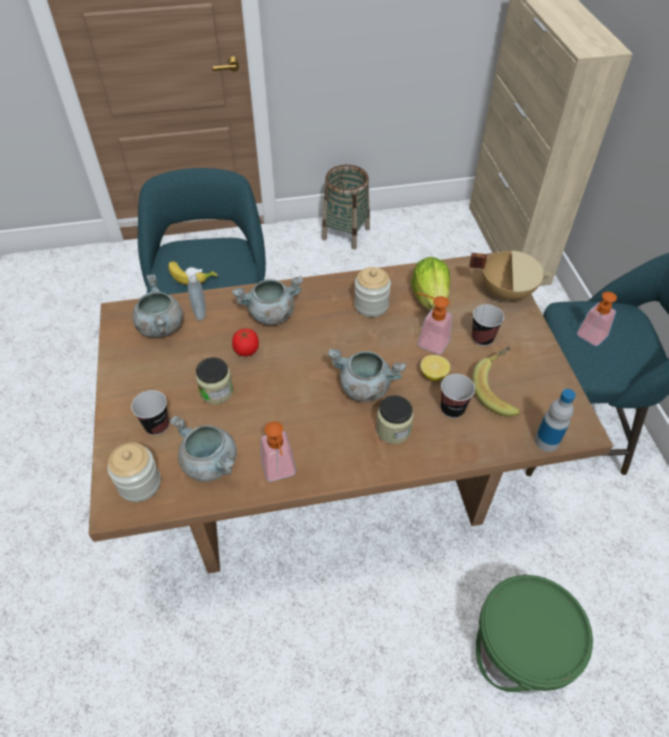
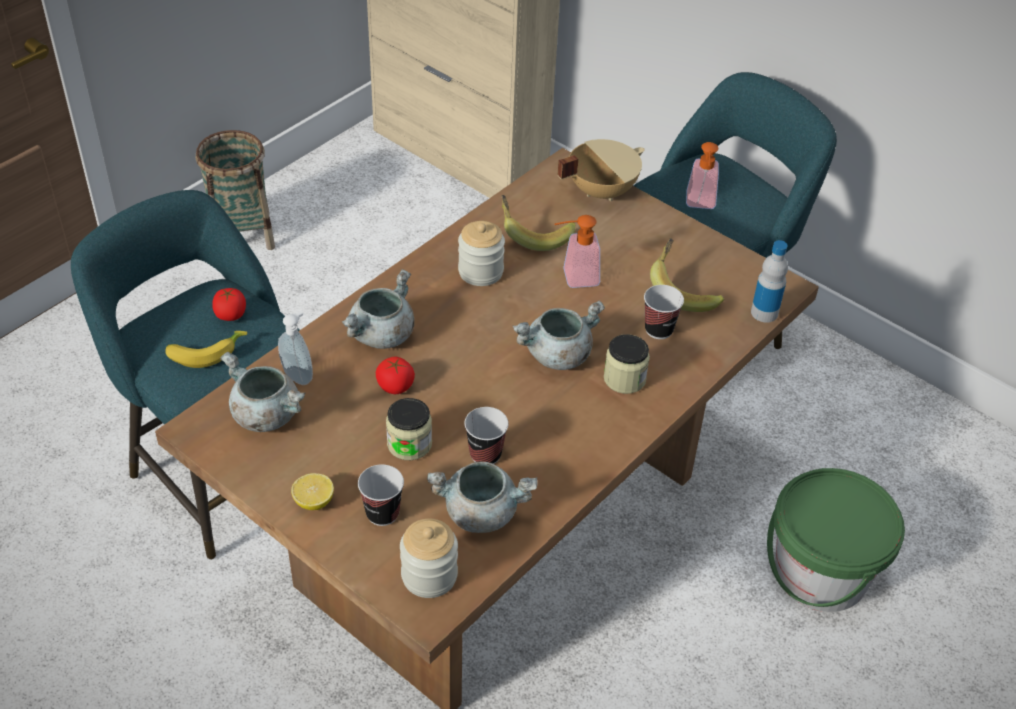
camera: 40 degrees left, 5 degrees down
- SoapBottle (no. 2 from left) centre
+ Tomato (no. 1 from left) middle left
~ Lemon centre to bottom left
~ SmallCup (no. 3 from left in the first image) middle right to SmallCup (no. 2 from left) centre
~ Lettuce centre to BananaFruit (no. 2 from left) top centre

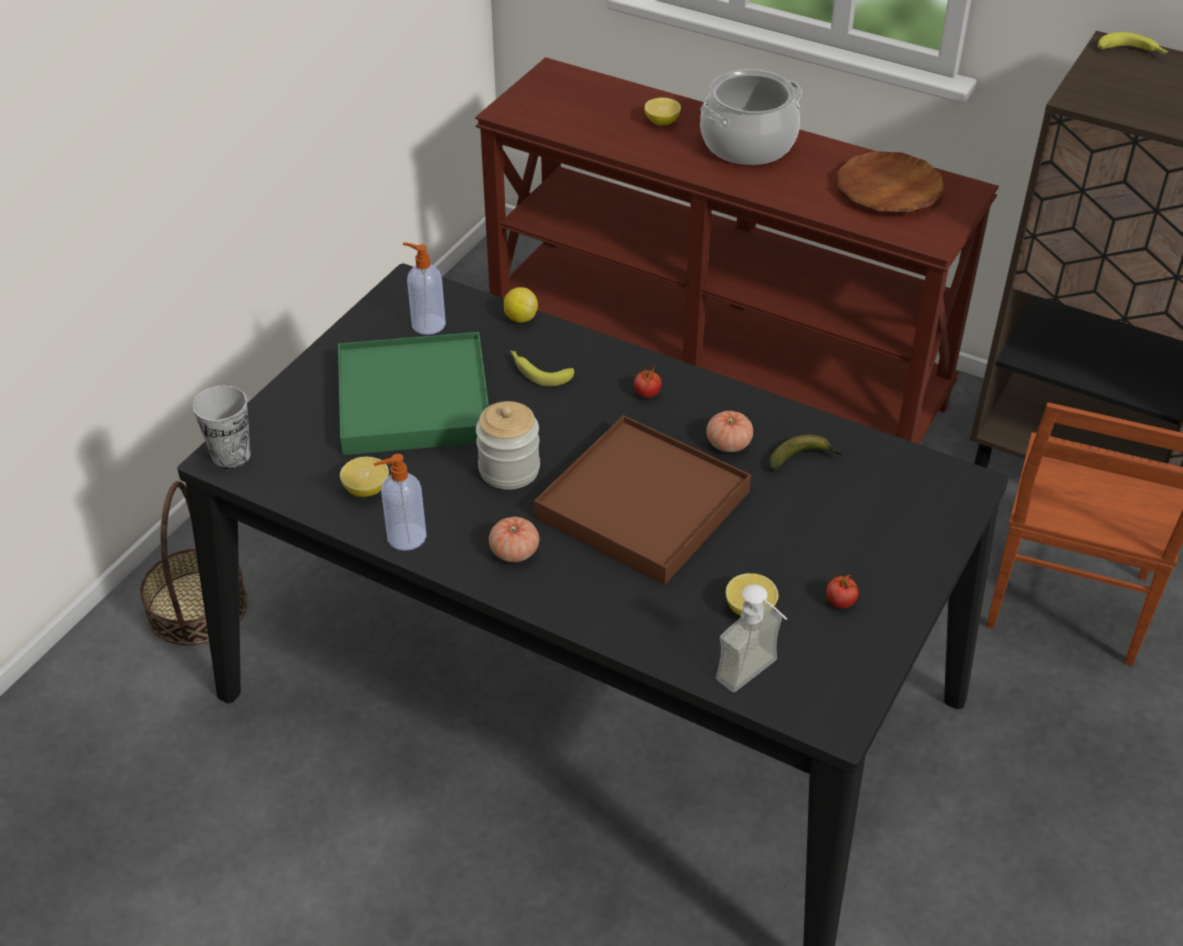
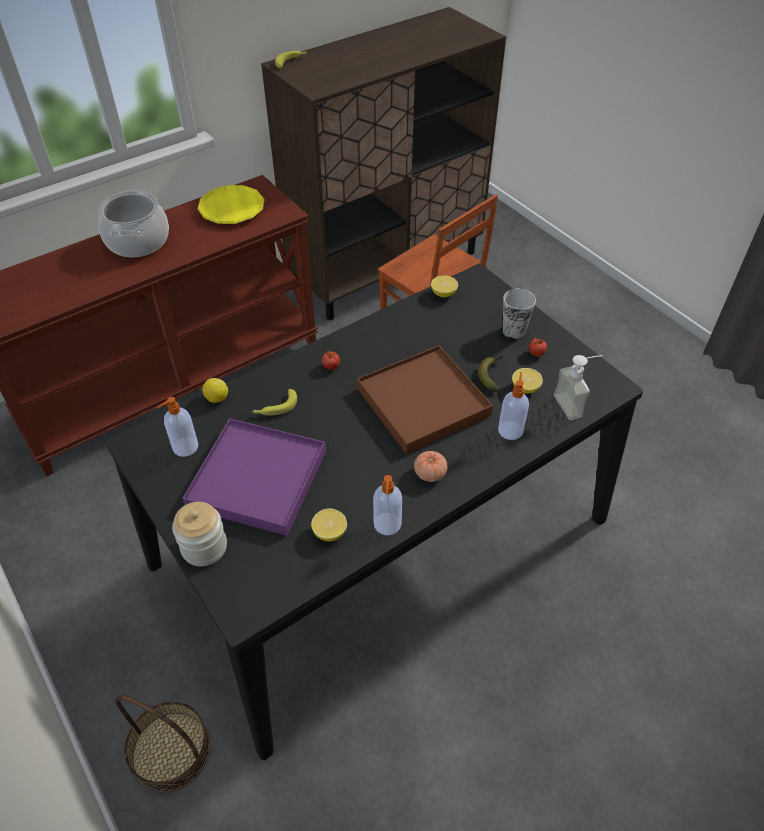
camera: 65 degrees left, 5 degrees up
- Tomato (no. 3 from left) centre
+ SoapBottle (no. 3 from left) middle right
~ SmallCup middle left to middle right
~ StorageJar centre to middle left
~ Lemon (no. 3 from left) top centre to centre
~ BananaFruit (no. 2 from left in the first image) middle right to BananaFruit (no. 3 from left) centre
~ GreenishCarryingTray centre to PurpleCarryingTray middle left
~ BrownFlatDish top right to YellowishFlatDish top left

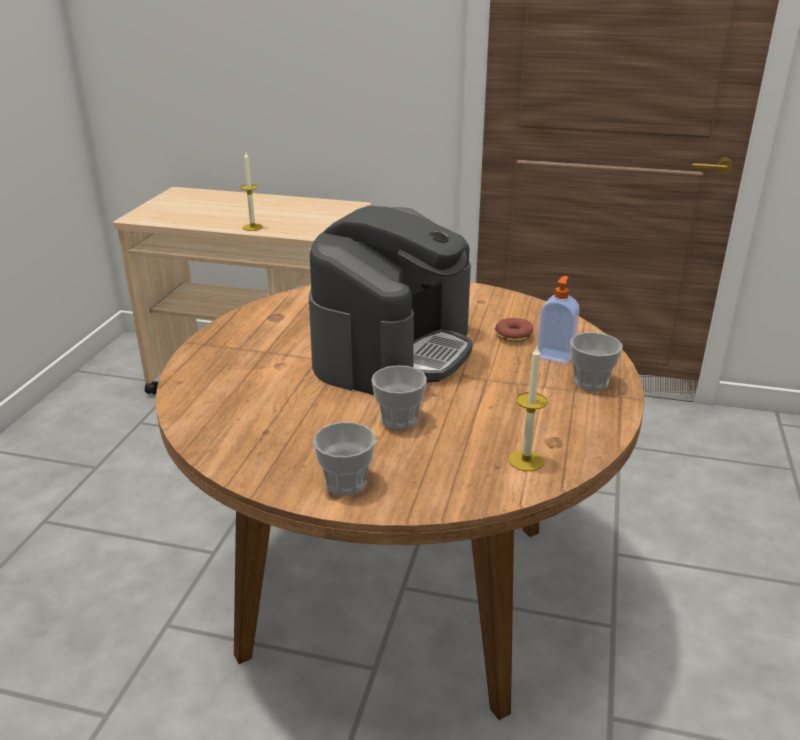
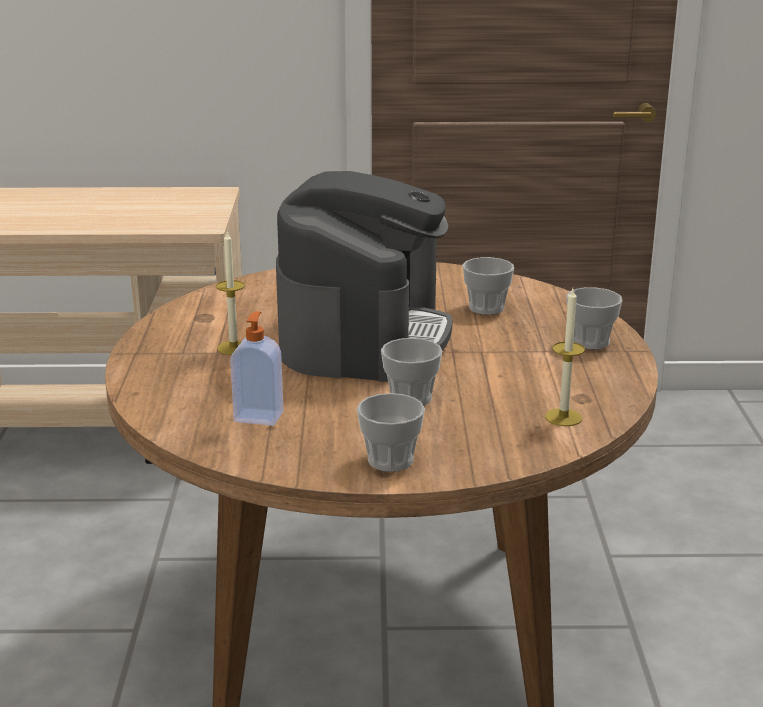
camera: 15 degrees left, 5 degrees down
~ WaxCandle (no. 1 from left) top left to middle left
~ SoapBottle middle right to centre
~ Donut centre to SmallCup (no. 3 from left) centre

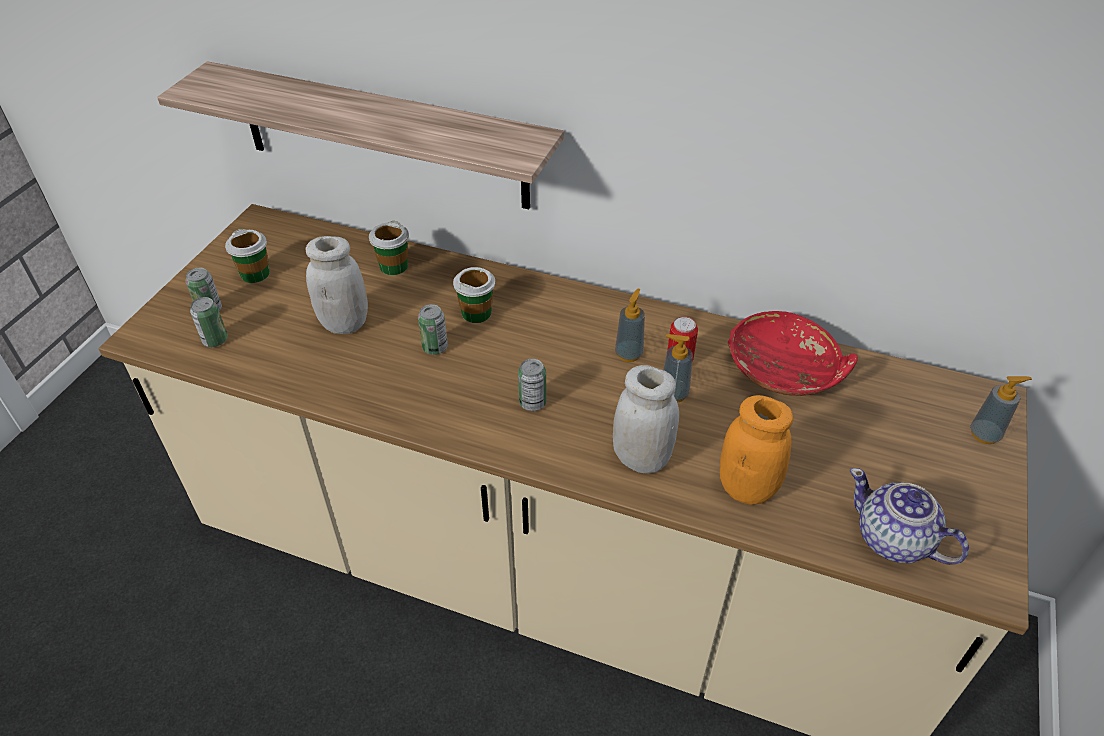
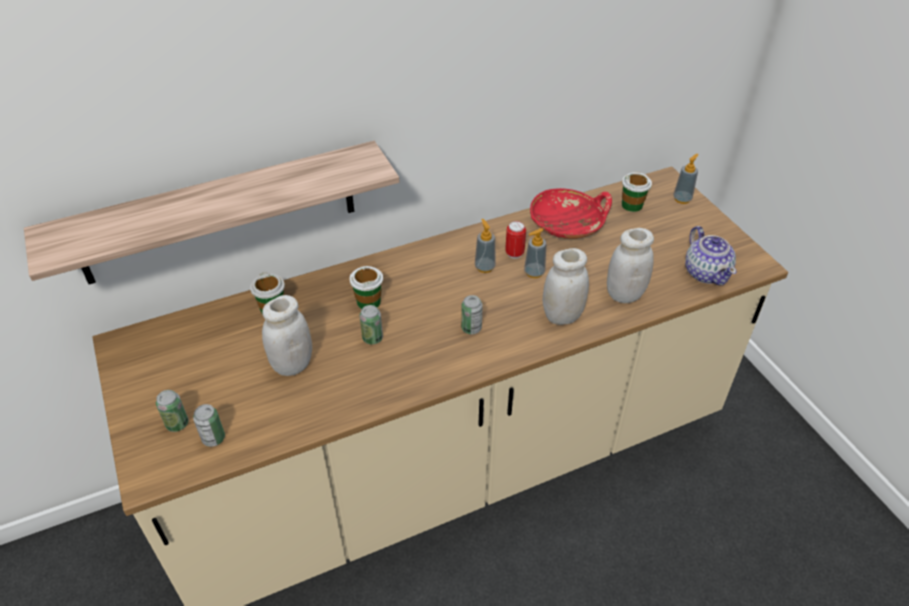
camera: 45 degrees left, 0 degrees up
~ SmallCup (no. 1 from left in the first image) middle left to SmallCup (no. 3 from left) top right
~ OrangeyStorageJar middle right to WhiteColouredStorageJar (no. 3 from left) middle right
~ Teapot bottom right = middle right 105 degrees counterclockwise

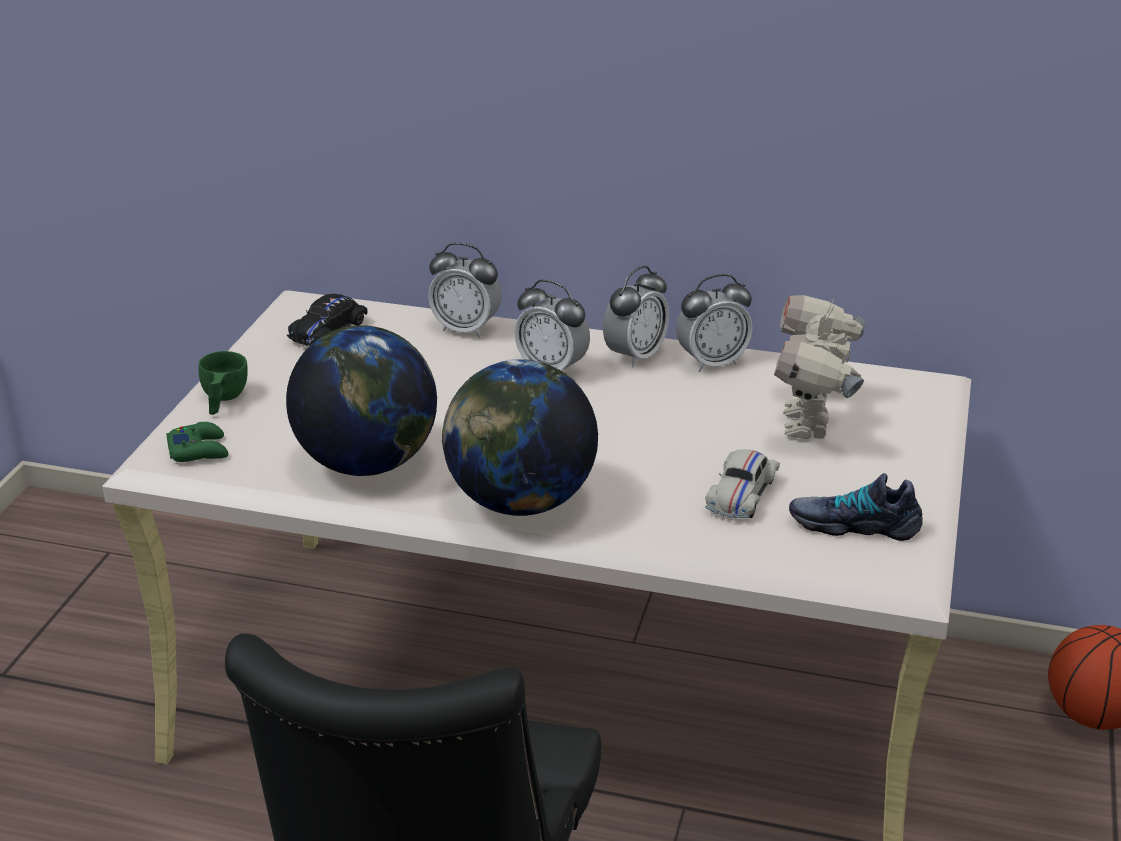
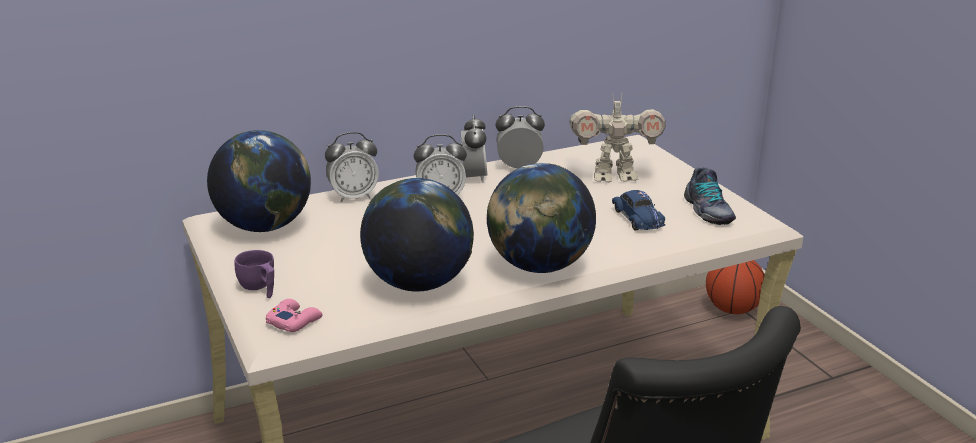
camera: 40 degrees left, 5 degrees down
~ BlackMiniatureCar middle left to DeskGlobe (no. 1 from left) middle left
~ GreenishGameController middle left to PinkGameController bottom left
~ GreenishSmallCup middle left to PurpleSmallCup middle left
~ WhiteColouredMiniatureCar centre to BlueMiniatureCar centre
~ BedsideClock (no. 4 from left) centre = top centre 120 degrees counterclockwise
~ ModelRobot middle right = top centre 60 degrees counterclockwise
~ Shoe middle right = middle right 75 degrees counterclockwise

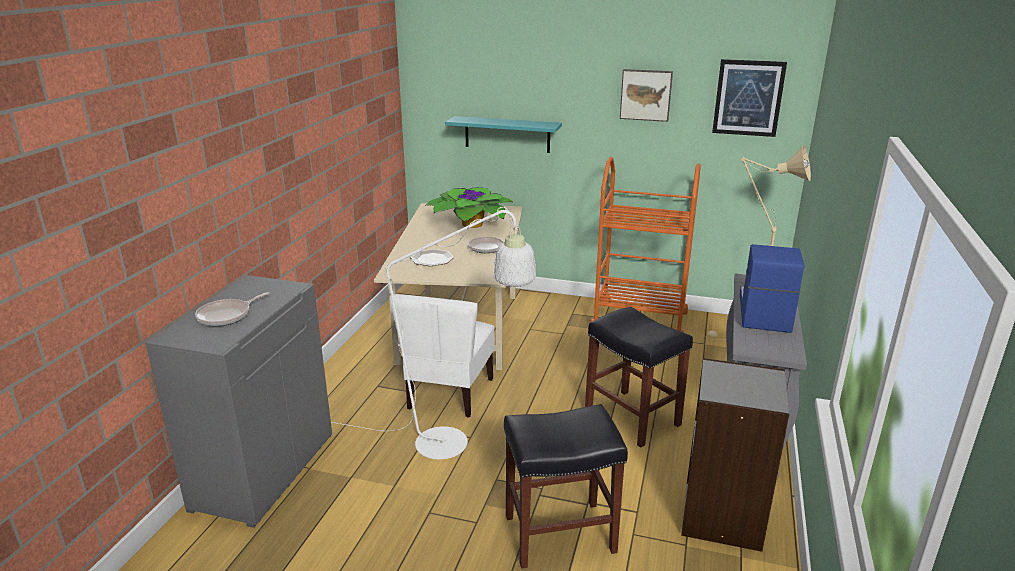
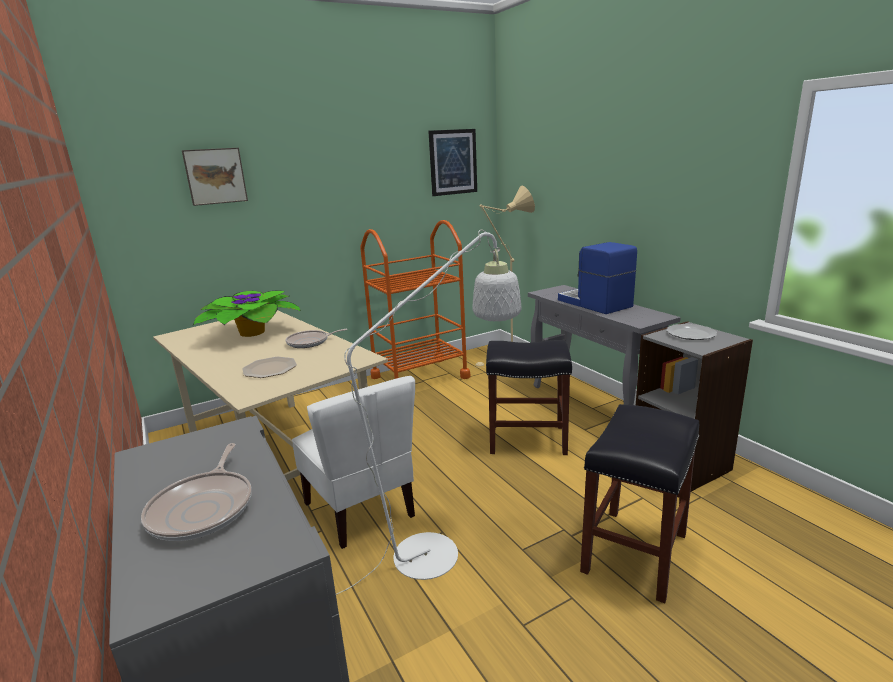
camera: 45 degrees left, 5 degrees down
- TurquoiseBracketShelf top centre
+ FlatDish (no. 2 from left) middle right
~ WallPicture (no. 1 from left) top centre to top left

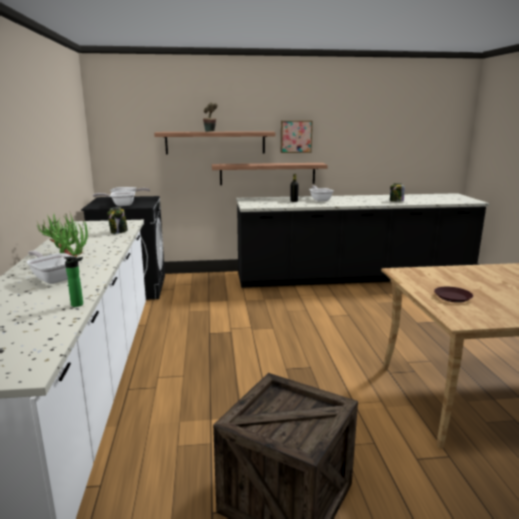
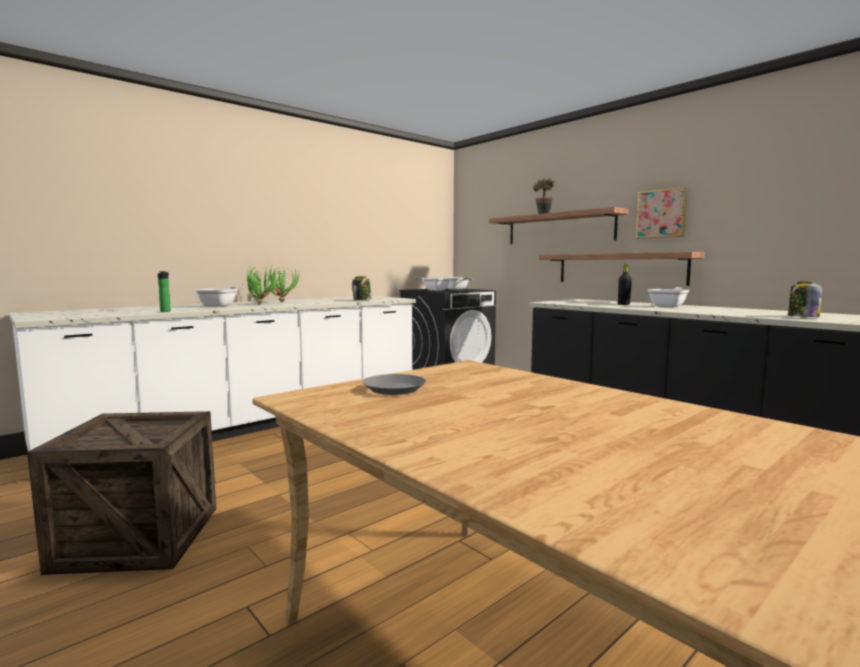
camera: 55 degrees right, 10 degrees down
~ BrownFlatDish middle right to GreyishFlatDish centre

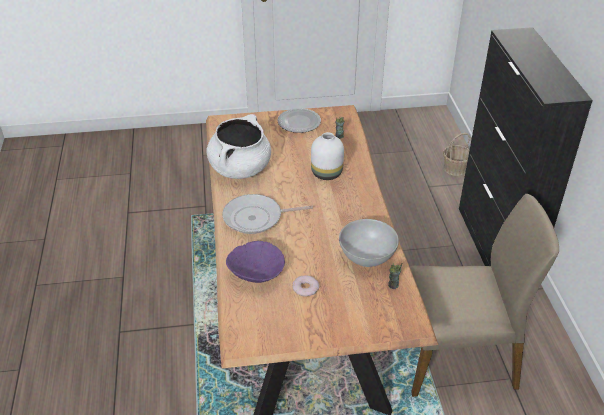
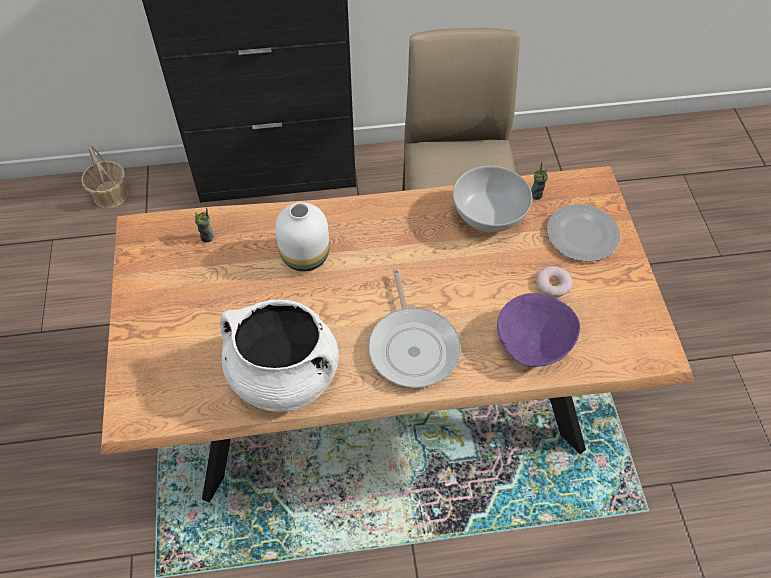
camera: 90 degrees left, 15 degrees up
~ FlatDish top centre to middle right

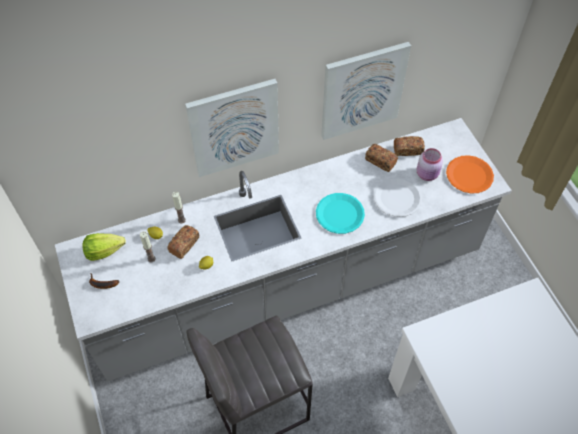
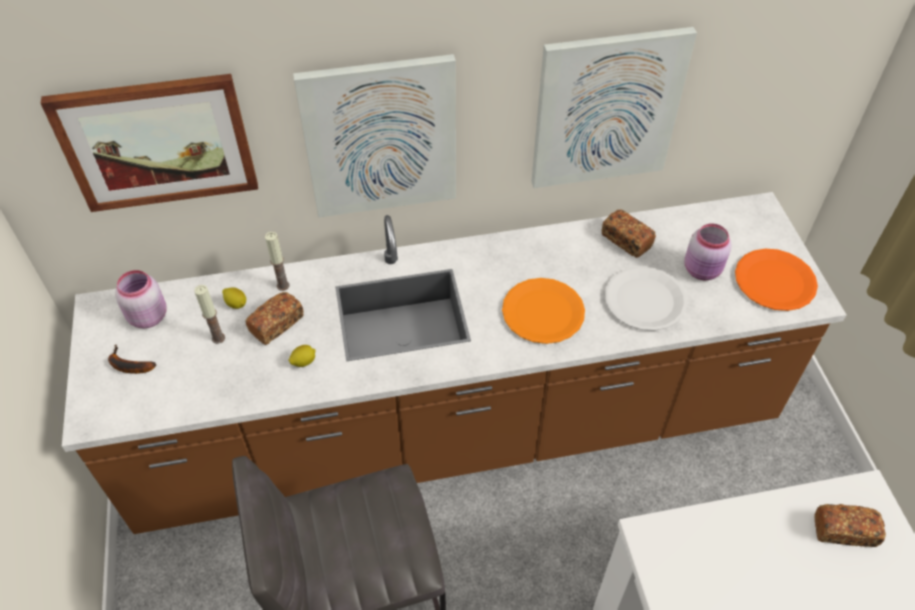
camera: 10 degrees right, 5 degrees down
+ WallPicture (no. 1 from left) top left
~ BakeryBread (no. 3 from left) middle right to bottom right
~ Lettuce middle left to PinkStorageJar (no. 1 from left) middle left
~ GreyishCounter centre to BrownCounter centre
~ TurquoiseFlatDish centre to OrangeyFlatDish (no. 1 from left) centre

